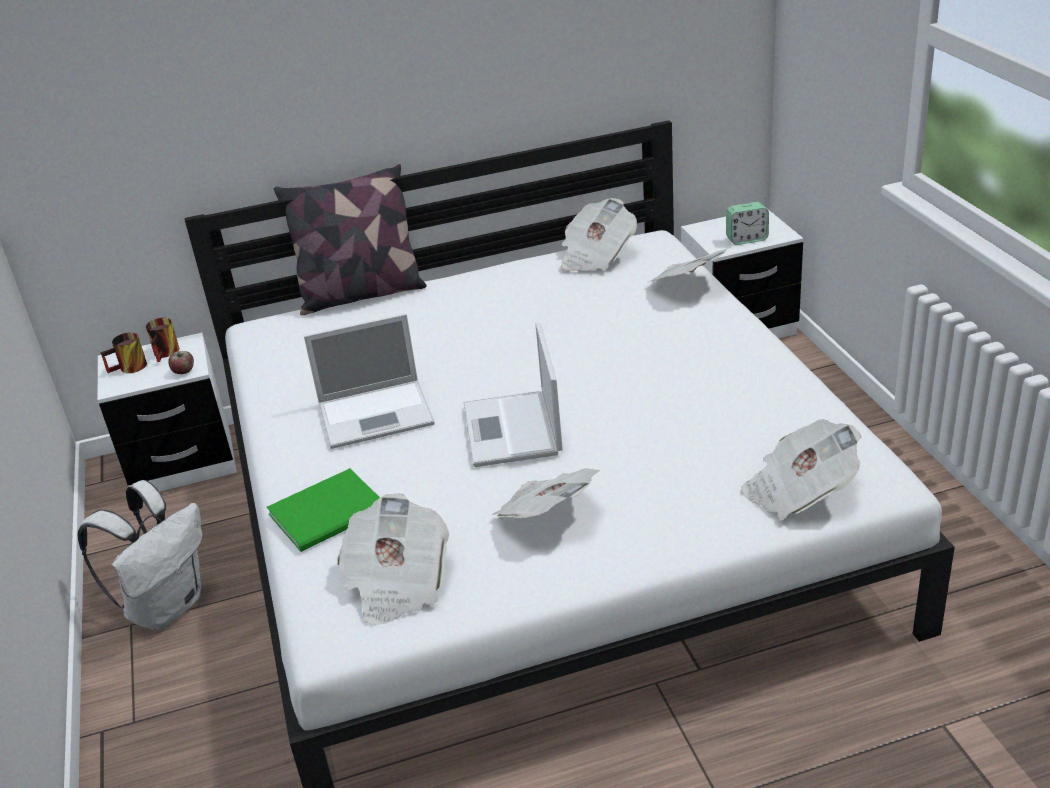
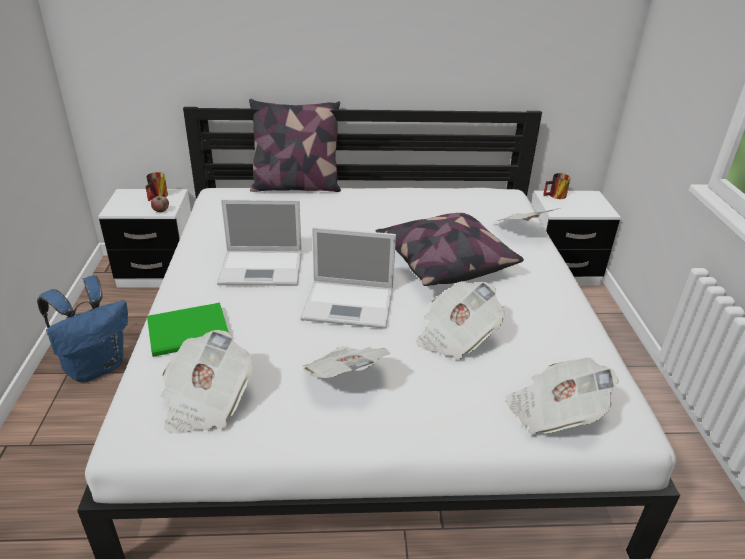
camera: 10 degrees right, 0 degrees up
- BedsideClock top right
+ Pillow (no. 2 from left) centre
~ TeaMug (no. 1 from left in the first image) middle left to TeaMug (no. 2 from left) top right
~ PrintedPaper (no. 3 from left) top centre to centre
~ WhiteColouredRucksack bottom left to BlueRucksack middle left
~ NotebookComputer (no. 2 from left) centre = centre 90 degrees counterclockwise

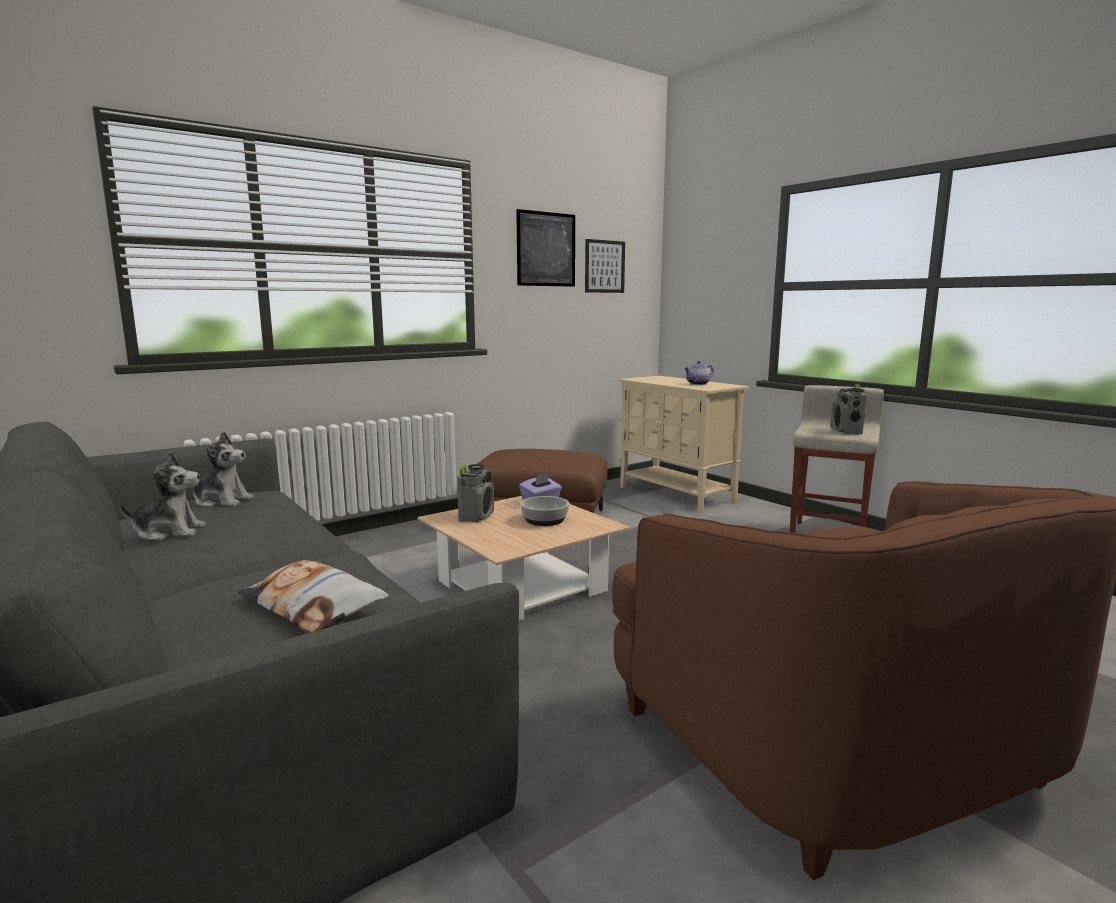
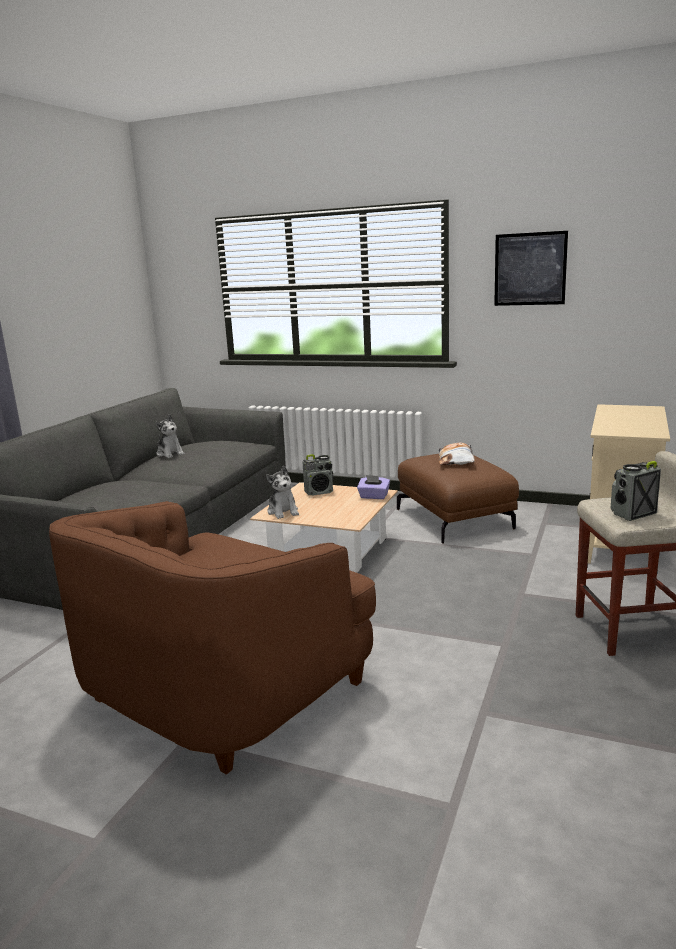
camera: 60 degrees right, 5 degrees up
- Bowl centre
- WallPicture (no. 2 from left) top centre
- Teapot centre
~ SoftToy (no. 2 from left) middle left to centre
~ Pillow middle left to middle right

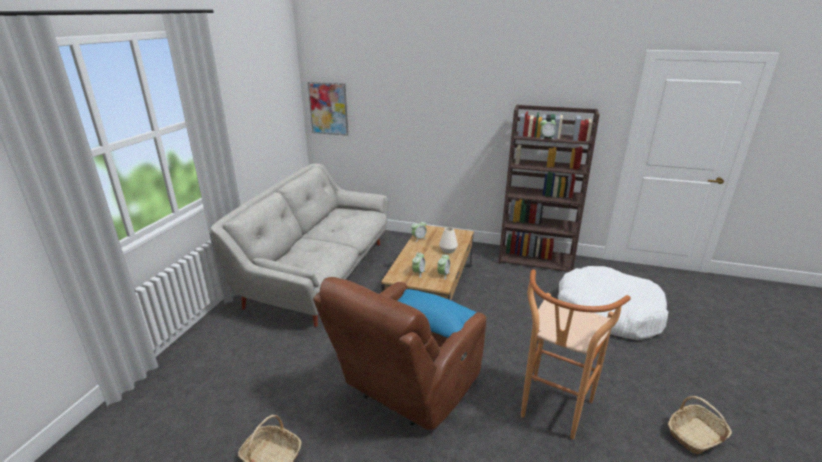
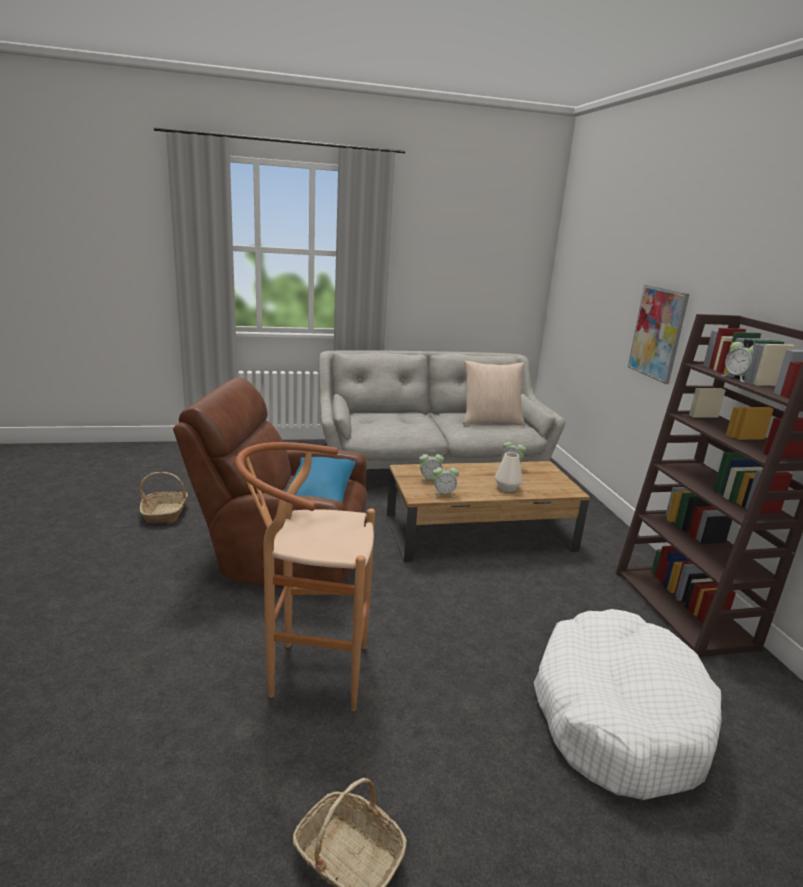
camera: 60 degrees right, 5 degrees down
+ BeigeColouredPillow centre
~ WallPicture top centre to middle right

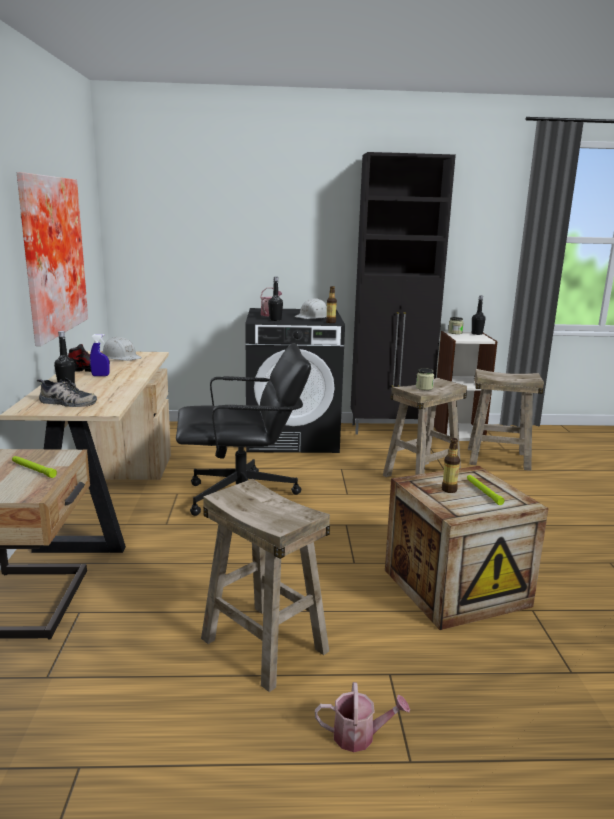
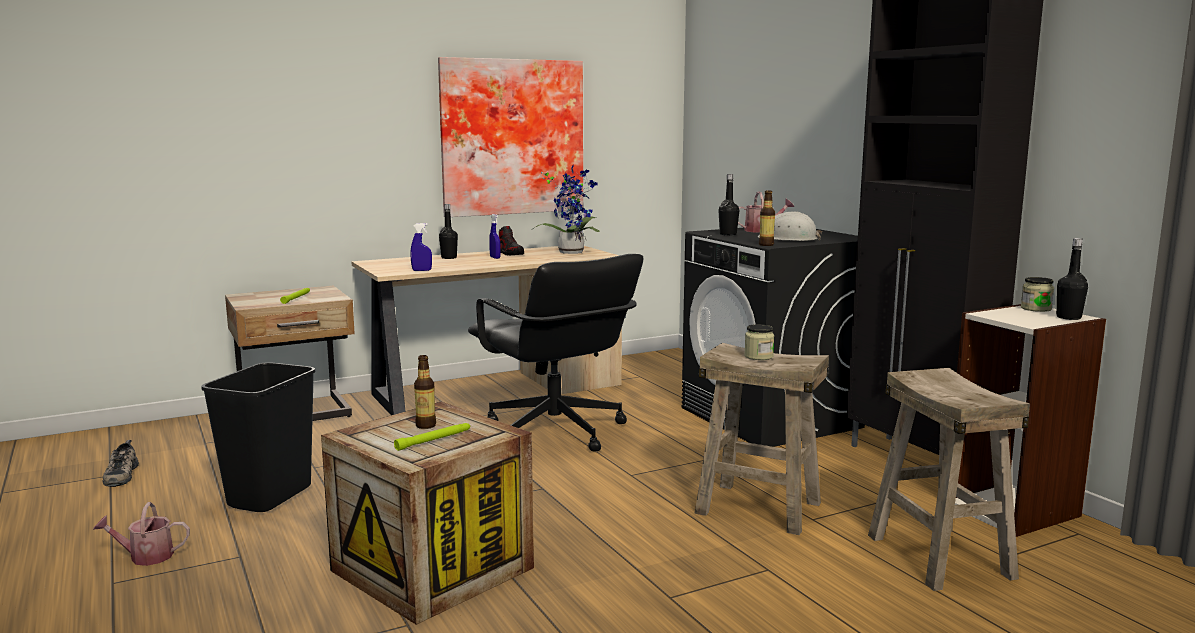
camera: 65 degrees right, 5 degrees down
+ BlueHandSprayer (no. 1 from left) centre
~ Shoe (no. 1 from left) middle left to bottom left
~ WhiteColouredHardHat (no. 1 from left) middle left to PlantInAPot top centre
~ BeigeColouredStoolSeat (no. 1 from left) bottom centre to BlackWasteBin bottom left
~ WateringCan (no. 2 from left in the first image) bottom centre = bottom left 105 degrees clockwise

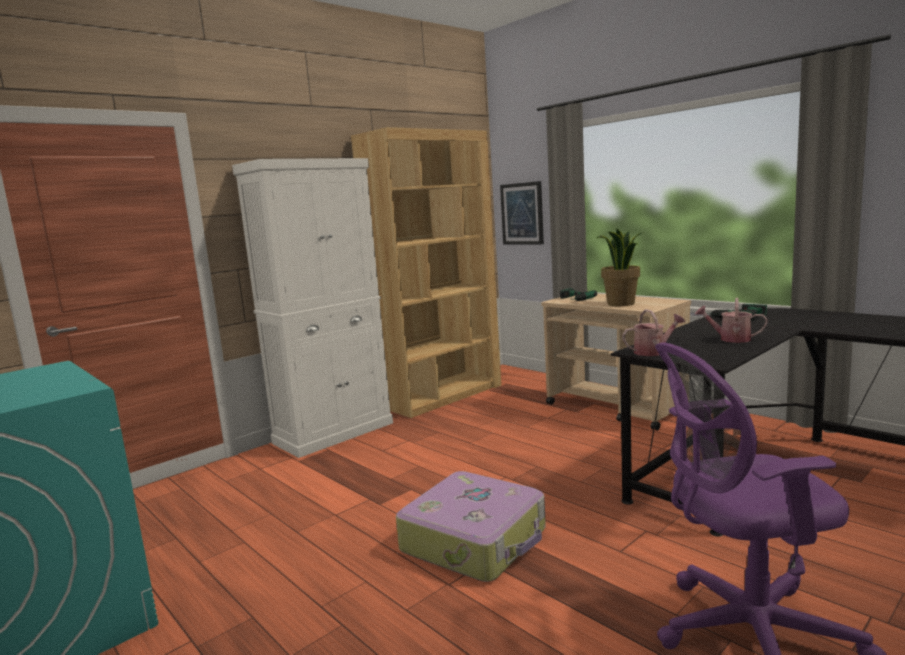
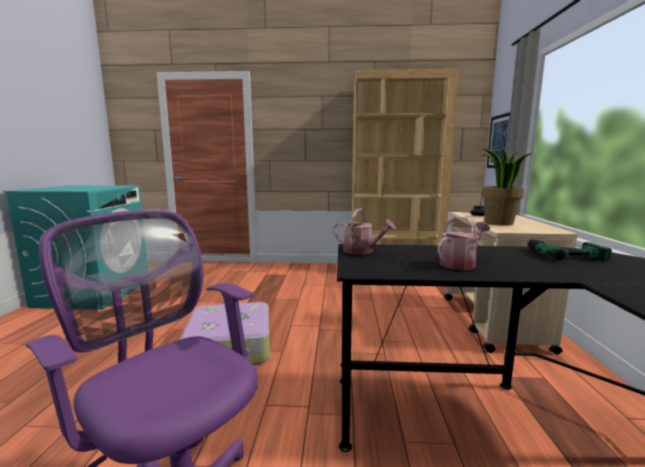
camera: 45 degrees right, 0 degrees up
- WhiteColouredCabinet centre
~ WateringCan (no. 2 from left) middle right = middle right 75 degrees clockwise

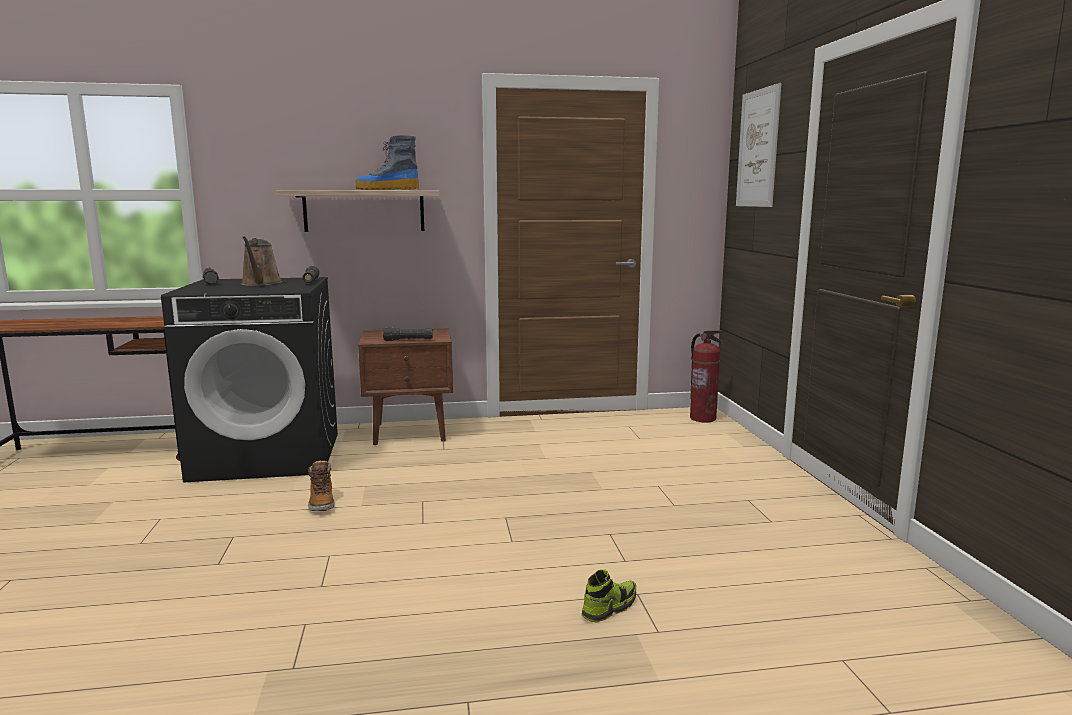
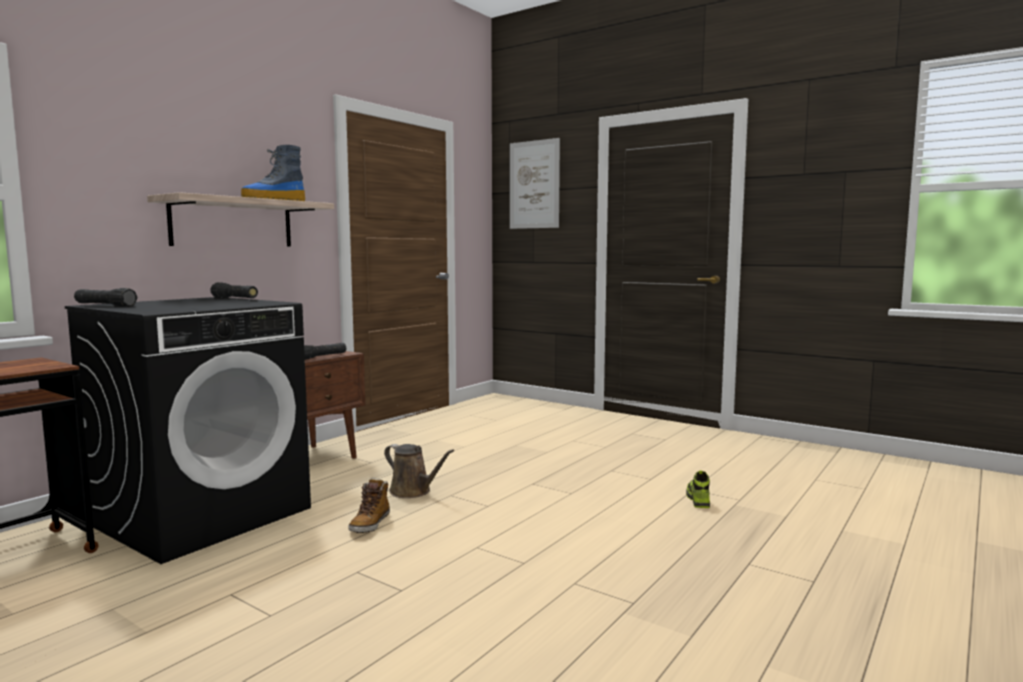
camera: 45 degrees left, 5 degrees down
- FireFightingCylinder centre
~ BrownWateringCan middle left to bottom centre
~ HighTopBoot (no. 1 from left in the first image) bottom left = bottom centre 75 degrees clockwise

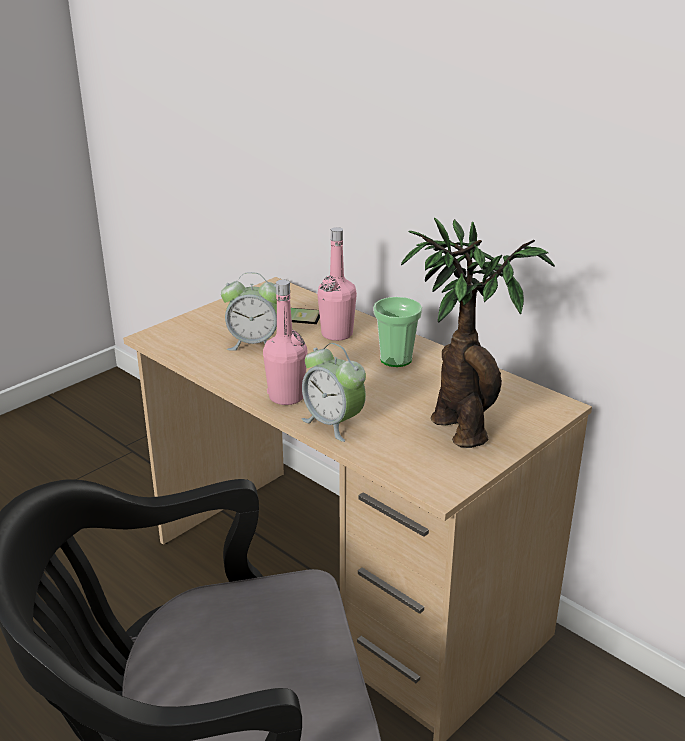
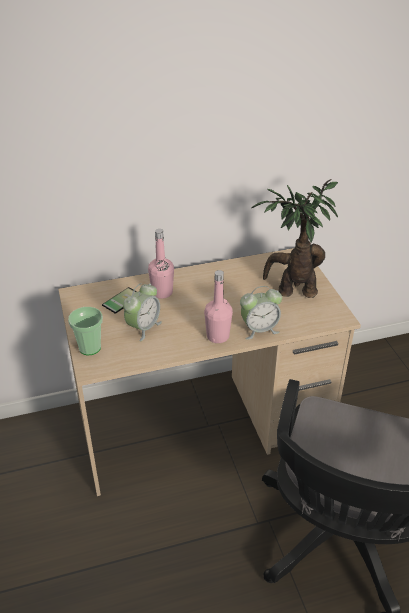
camera: 60 degrees left, 10 degrees up
~ SmallCup centre to middle left

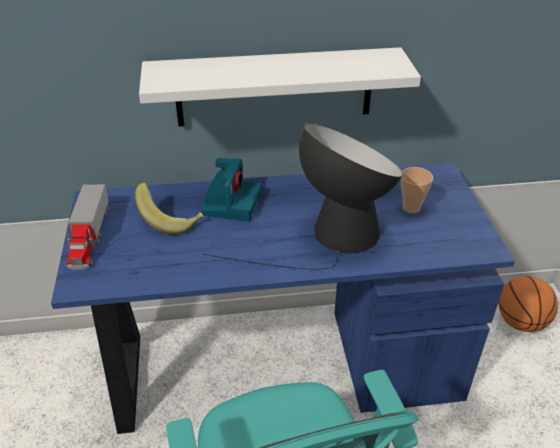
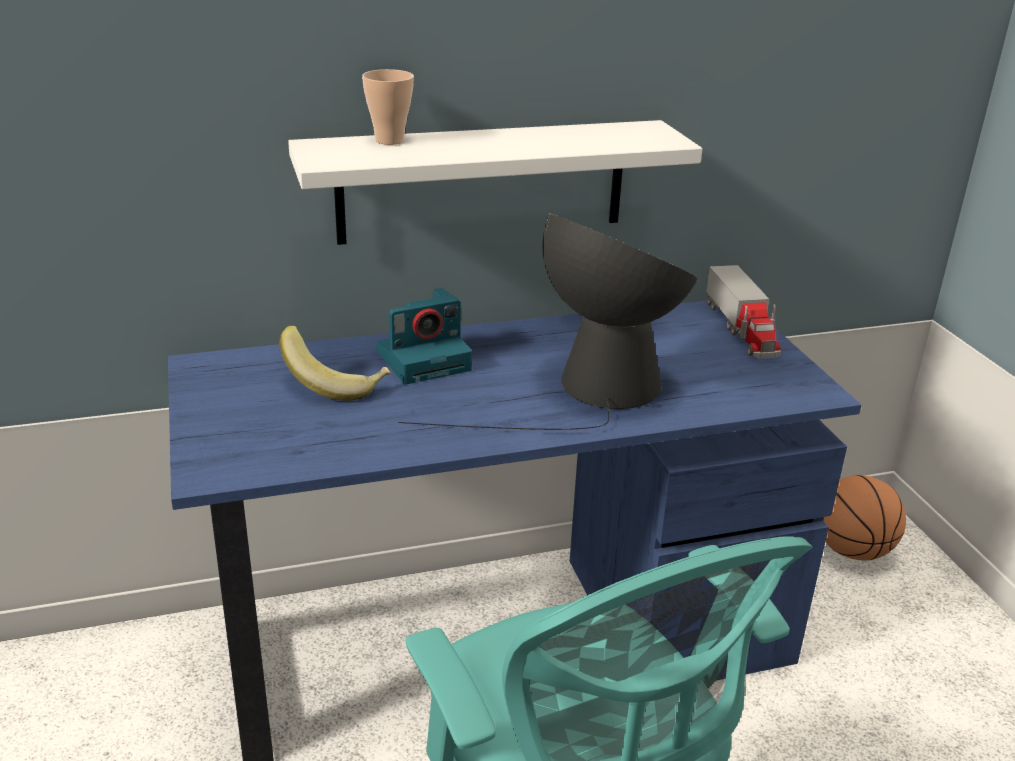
camera: 10 degrees left, 10 degrees down
~ ModelTruck middle left to middle right
~ SmallCup middle right to top centre
~ PhotoCamera centre = centre 60 degrees clockwise

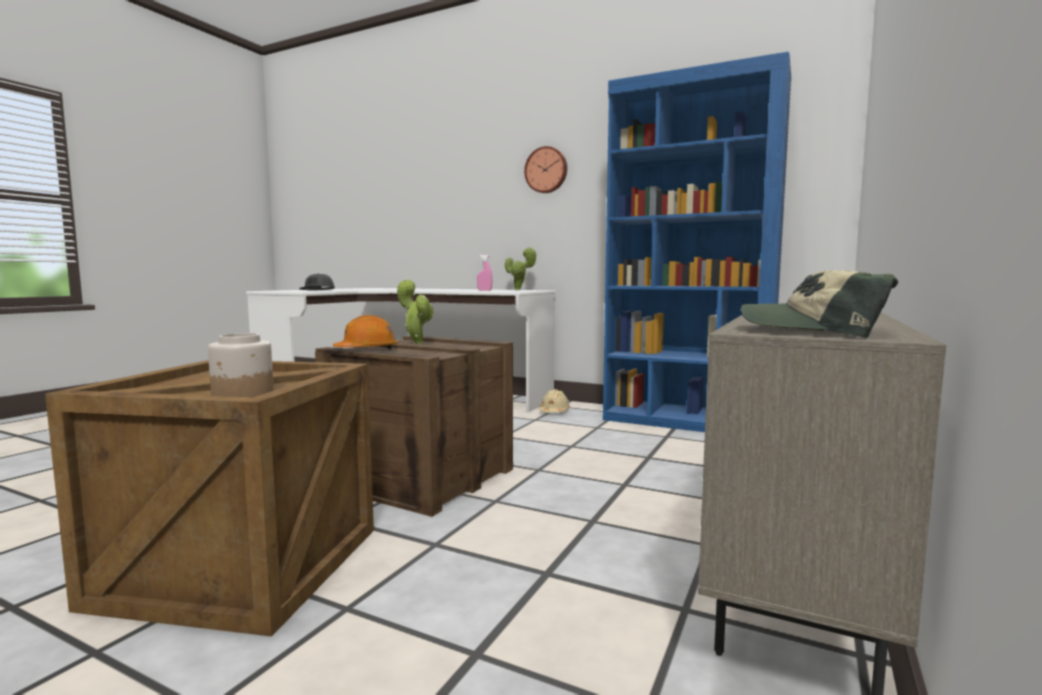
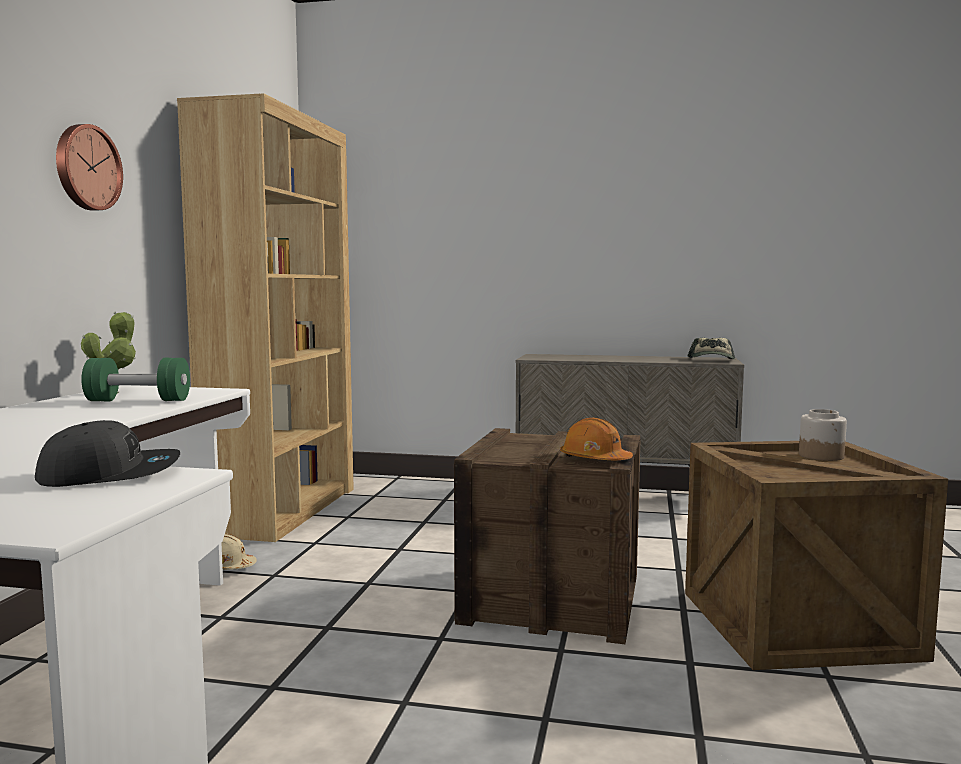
camera: 105 degrees left, 0 degrees up
- PlantInAPot (no. 1 from left) centre
~ PinkHandSprayer centre to GreenishFreeWeight middle left
~ BlueBookshelf middle right to BrownBookshelf middle left

